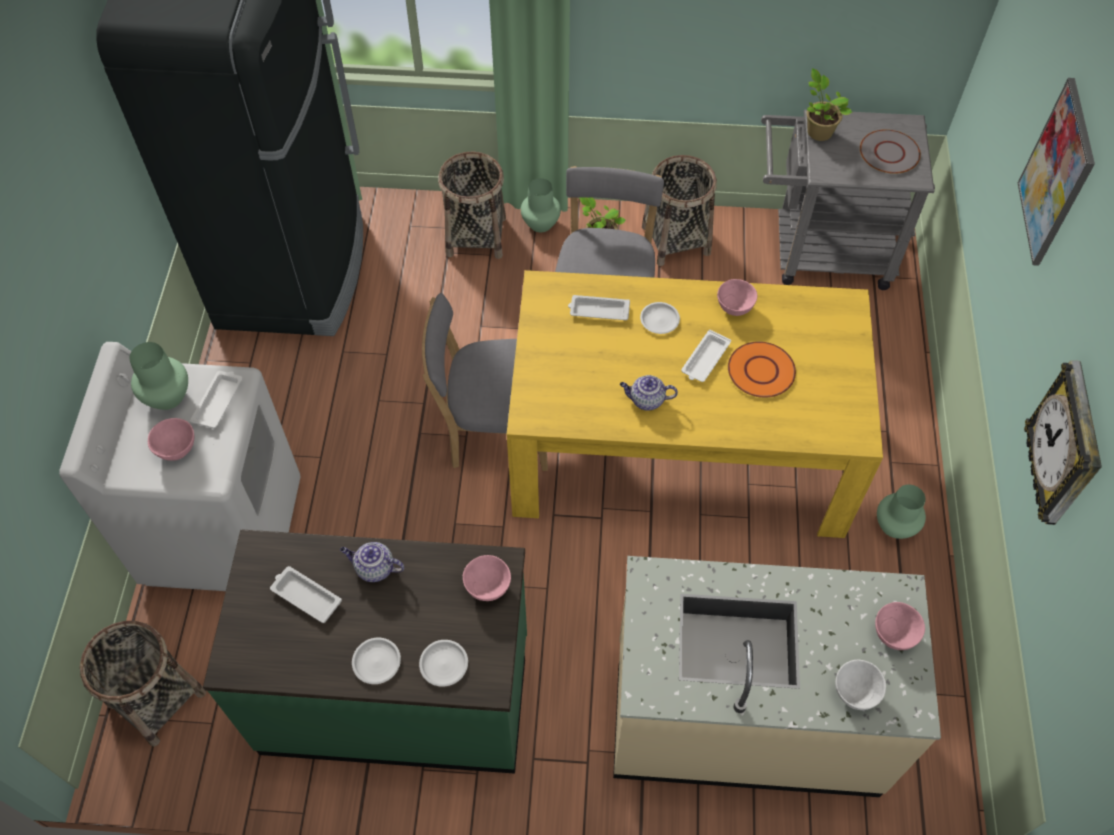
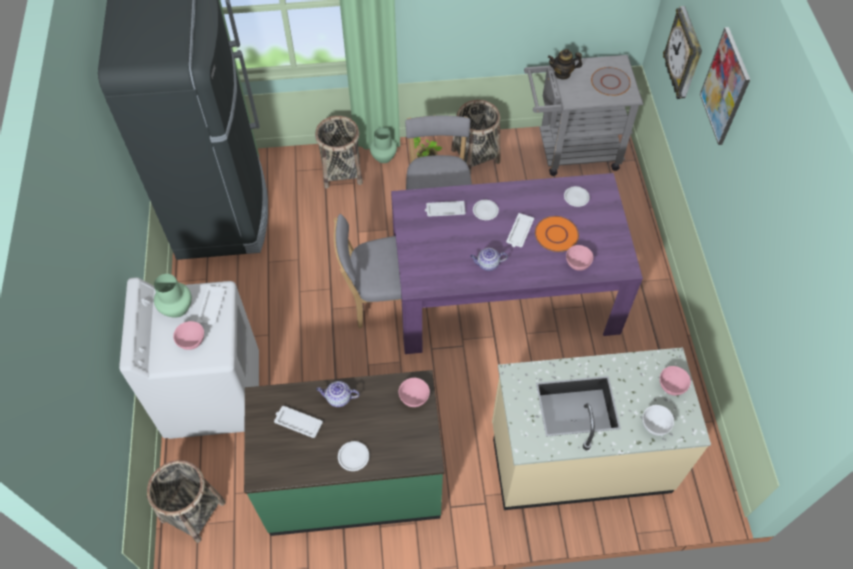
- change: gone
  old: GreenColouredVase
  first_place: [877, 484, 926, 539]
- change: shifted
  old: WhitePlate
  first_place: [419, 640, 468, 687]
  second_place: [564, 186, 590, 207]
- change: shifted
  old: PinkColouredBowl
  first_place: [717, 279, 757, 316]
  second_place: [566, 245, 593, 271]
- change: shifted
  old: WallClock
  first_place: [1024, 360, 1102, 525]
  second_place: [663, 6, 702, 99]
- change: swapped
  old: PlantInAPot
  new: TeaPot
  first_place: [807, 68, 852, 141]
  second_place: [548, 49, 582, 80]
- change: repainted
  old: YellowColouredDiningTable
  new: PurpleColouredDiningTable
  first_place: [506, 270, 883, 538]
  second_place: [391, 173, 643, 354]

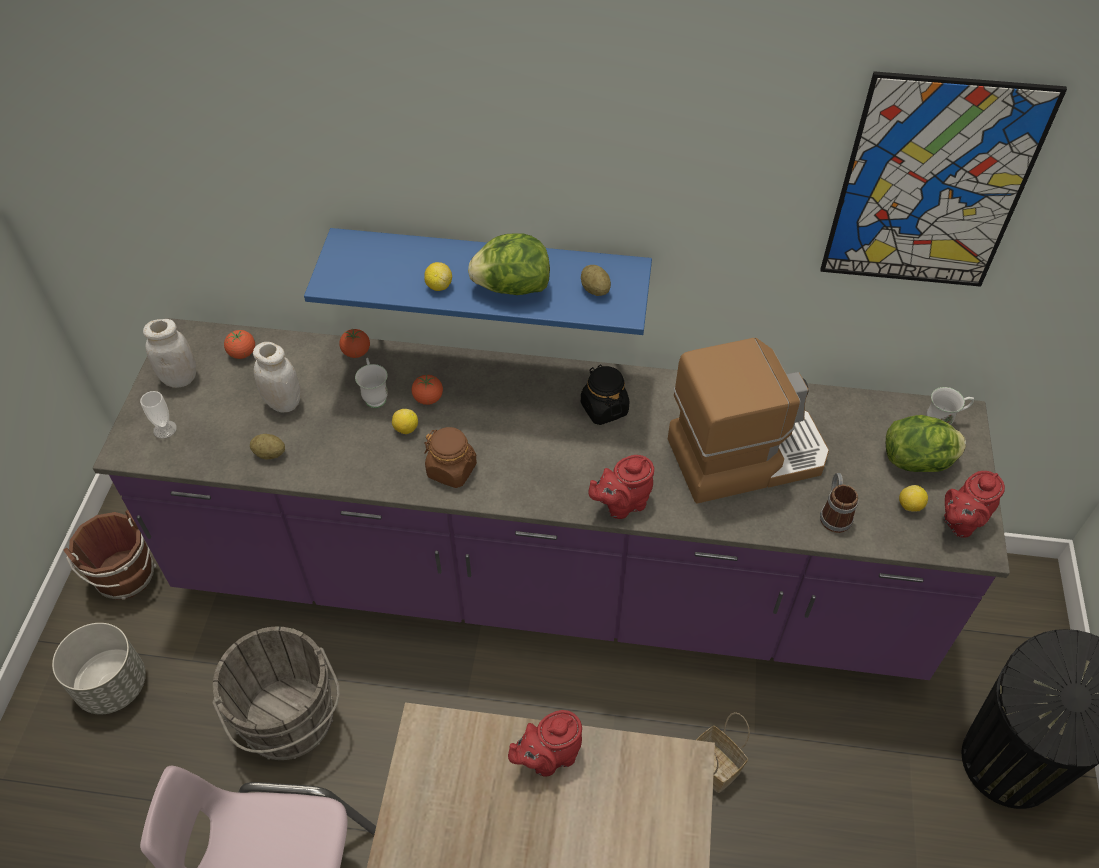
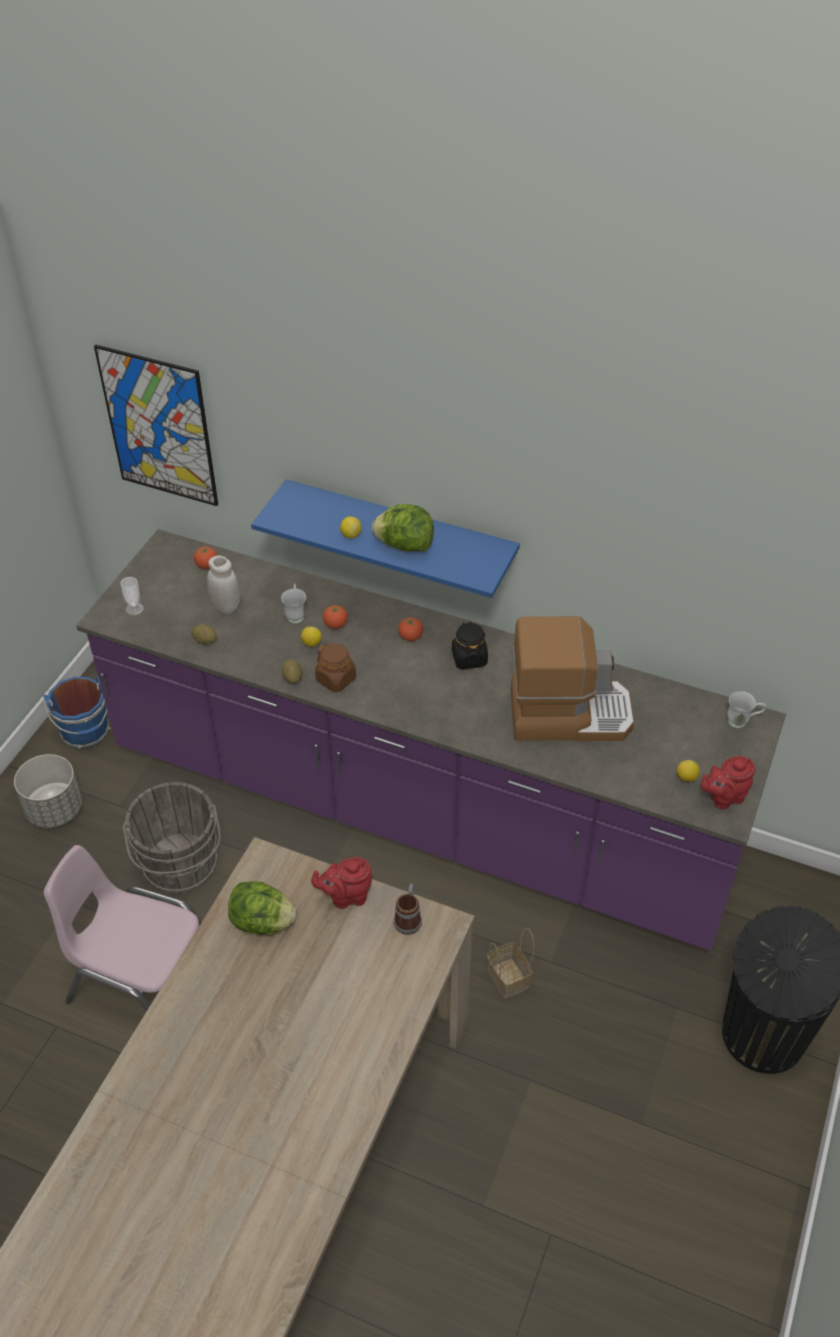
- change: gone
  old: WhitePreserveJar
  first_place: [143, 319, 196, 388]
- change: gone
  old: ReddishTeaPot
  first_place: [588, 455, 654, 519]
- change: shifted
  old: Tomato
  first_place: [339, 329, 370, 358]
  second_place: [398, 617, 423, 641]
- change: shifted
  old: WholePotato
  first_place: [581, 265, 611, 296]
  second_place: [281, 659, 302, 683]
- change: shifted
  old: WallPicture
  first_place: [820, 71, 1067, 287]
  second_place: [94, 344, 218, 506]
- change: shifted
  old: Mug
  first_place: [820, 473, 858, 533]
  second_place: [394, 883, 422, 935]
- change: shifted
  old: HeadOfLettuce
  first_place: [886, 415, 966, 472]
  second_place: [228, 881, 297, 935]
- change: repainted
  old: BrownPail
  new: BluishPail
  first_place: [64, 510, 157, 600]
  second_place: [43, 677, 111, 749]

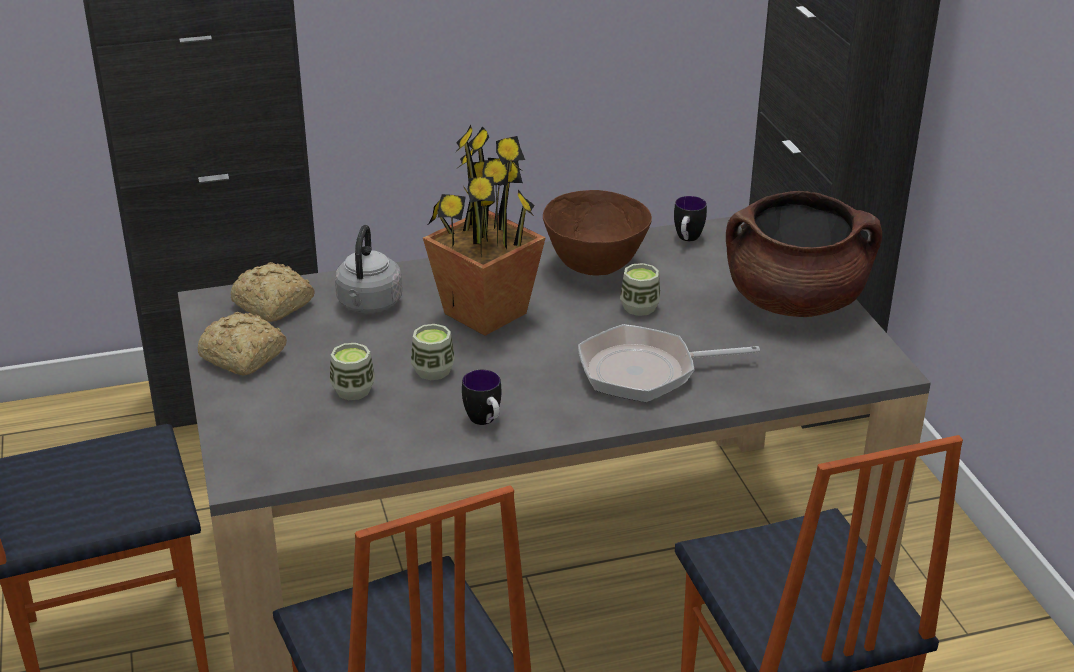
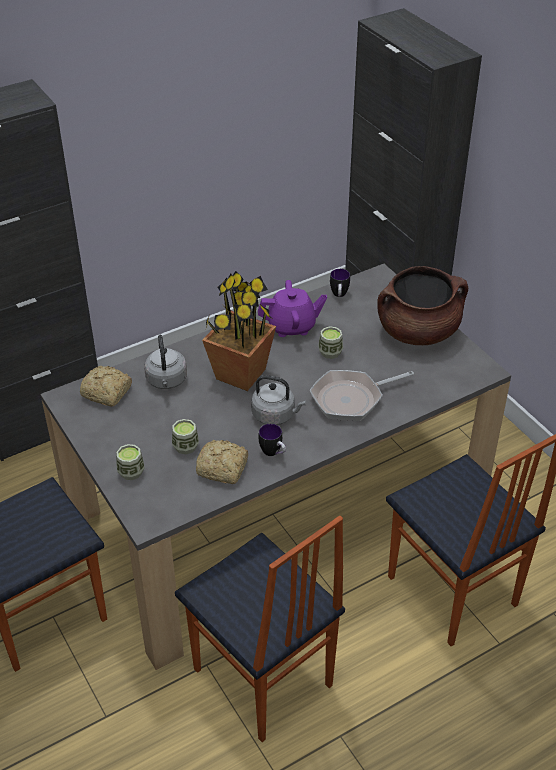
- change: new
  new: GrayWaterKettle
  second_place: [251, 375, 306, 425]
- change: shifted
  old: Bread
  first_place: [197, 312, 287, 375]
  second_place: [196, 440, 248, 484]
- change: shifted
  old: SmallCup
  first_place: [411, 324, 455, 380]
  second_place: [116, 444, 144, 480]
- change: swapped
  old: BrownBowl
  new: PurpleColouredTeaPot
  first_place: [543, 190, 652, 276]
  second_place: [258, 280, 327, 337]

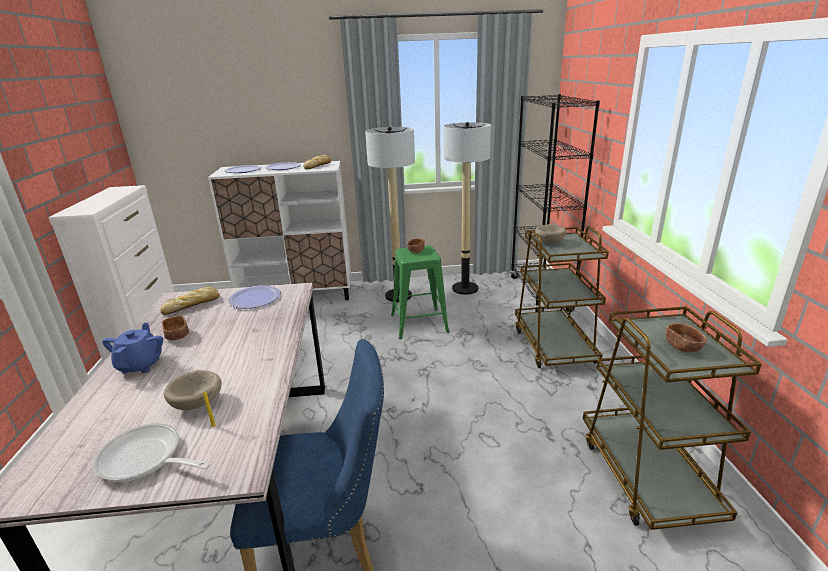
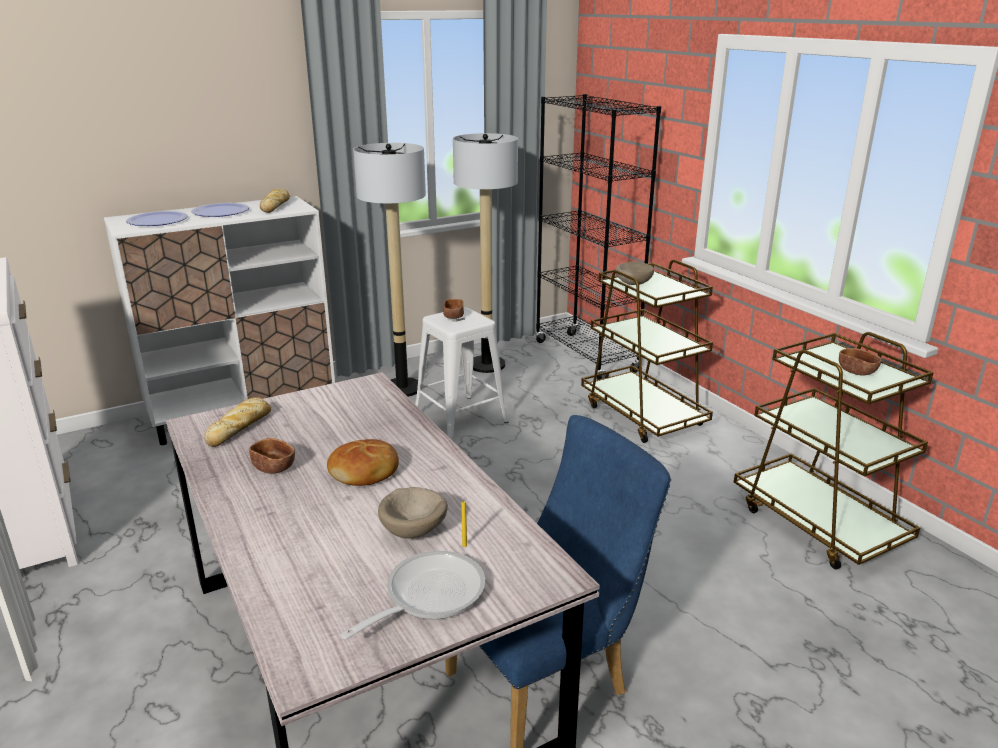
- change: gone
  old: BluishTeaPot
  first_place: [102, 323, 163, 374]
- change: gone
  old: Plate
  first_place: [228, 285, 281, 309]
- change: new
  new: Bread
  second_place: [327, 439, 399, 486]
- change: repainted
  old: GreenColouredStoolSeat
  new: WhiteStoolSeat
  first_place: [391, 245, 450, 339]
  second_place: [415, 307, 509, 441]
- change: rotated
  old: FryingPan
  first_place: [93, 423, 210, 482]
  second_place: [341, 550, 485, 640]
  degrees: 135

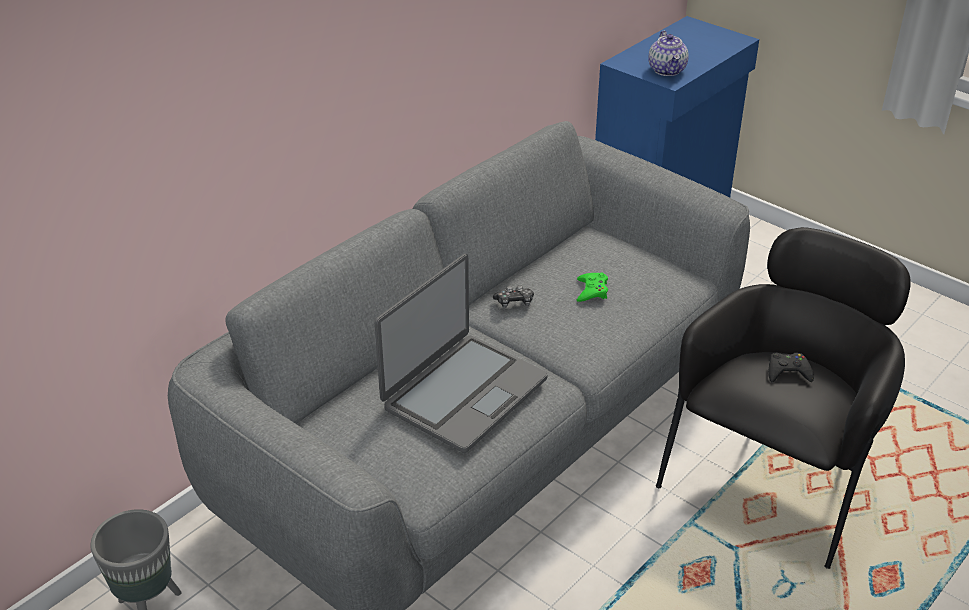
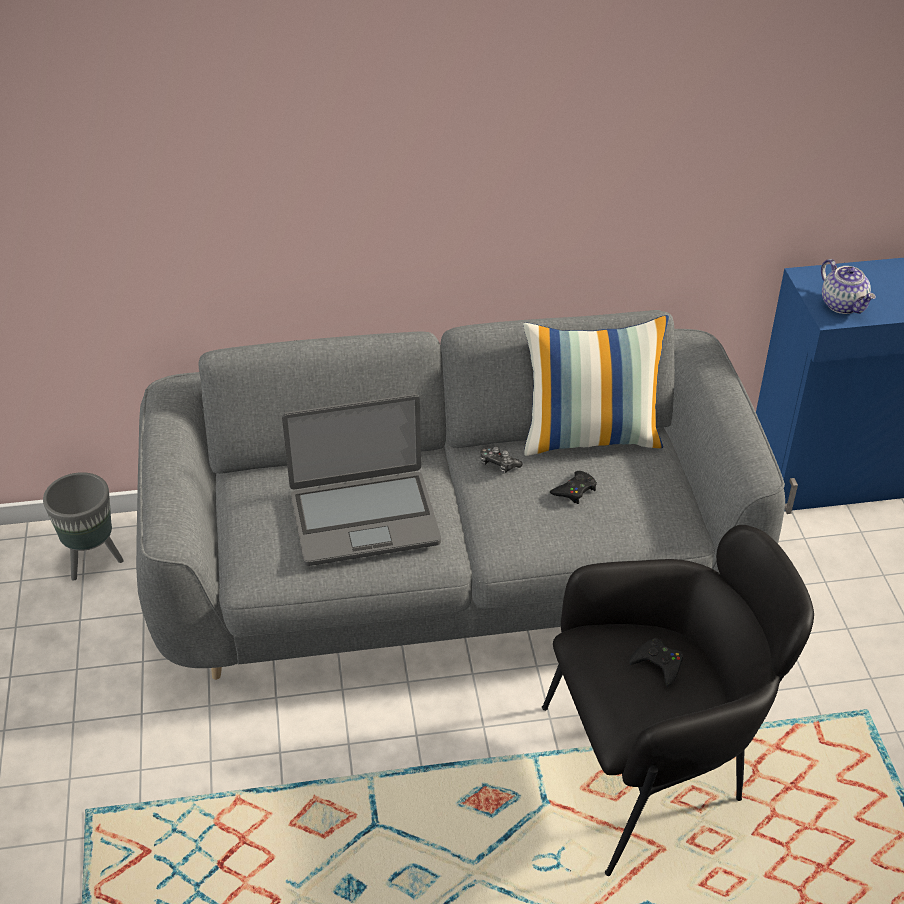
- change: new
  new: Pillow
  second_place: [523, 315, 669, 456]
- change: repainted
  old: GreenColouredJoypad
  new: BlackishJoypad
  first_place: [577, 272, 608, 302]
  second_place: [550, 471, 597, 504]
- change: rotated
  old: TeaPot
  first_place: [648, 31, 689, 76]
  second_place: [821, 259, 876, 314]
  degrees: -60

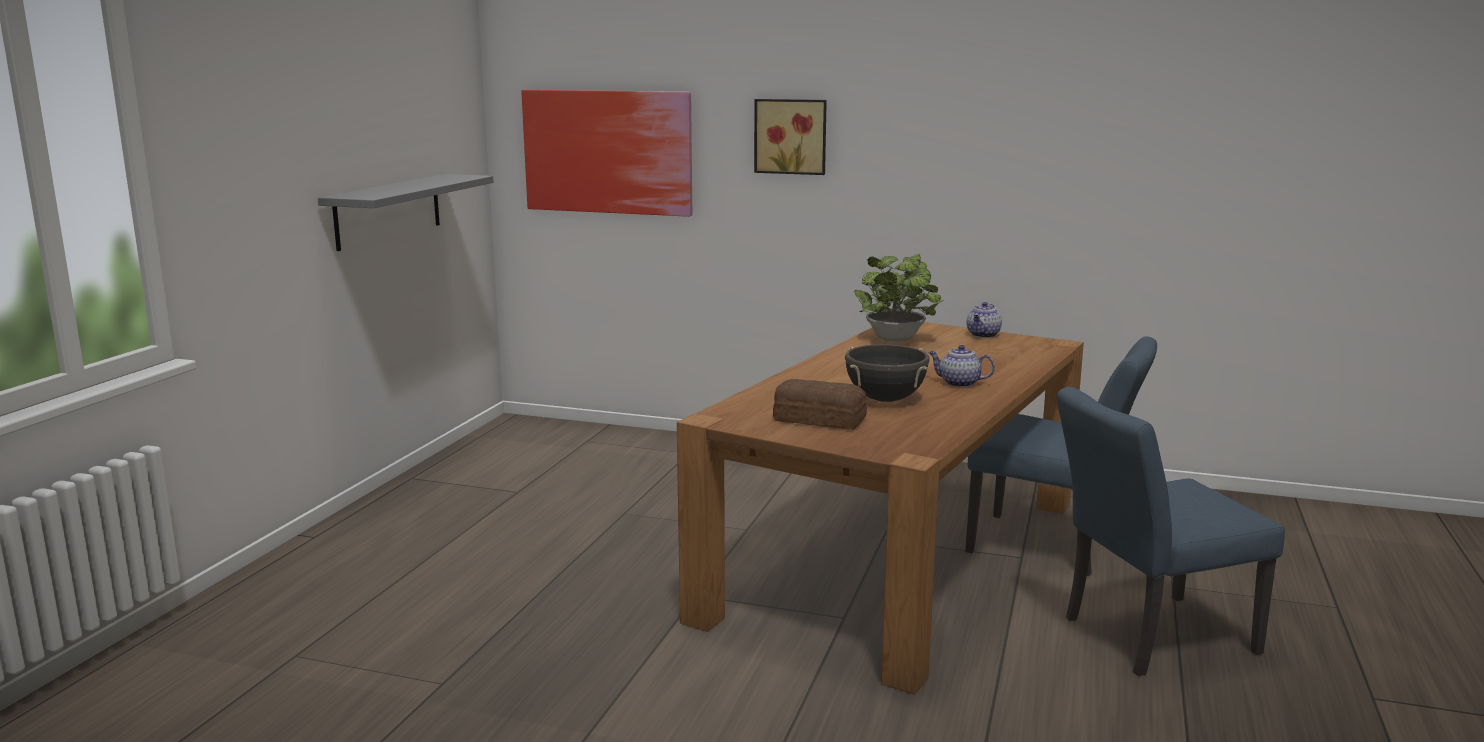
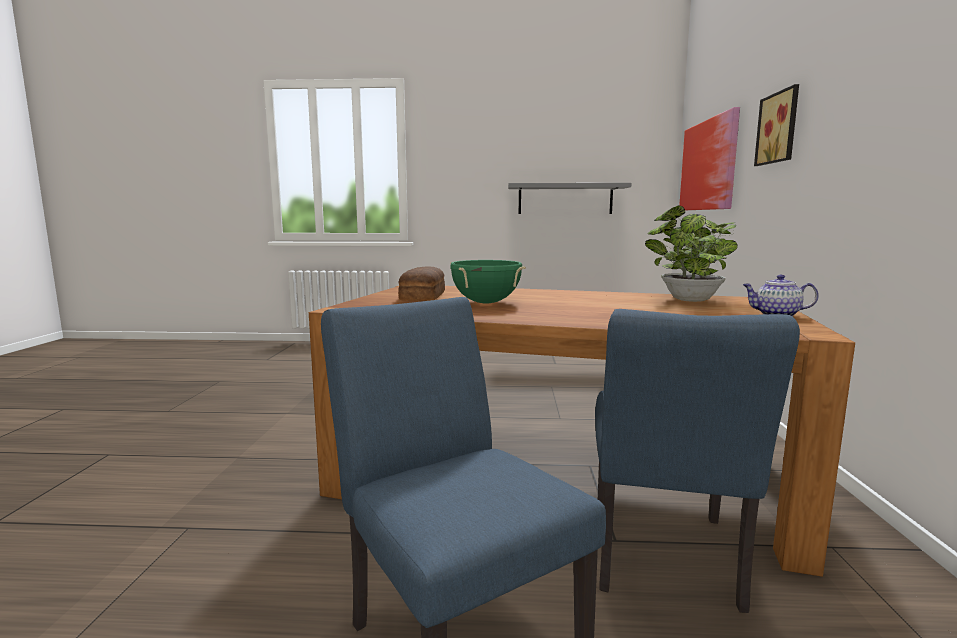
- change: gone
  old: TeaPot
  first_place: [929, 345, 995, 387]
- change: repainted
  old: BlackishStockpot
  new: GreenColouredStockpot
  first_place: [845, 344, 930, 402]
  second_place: [450, 260, 526, 304]

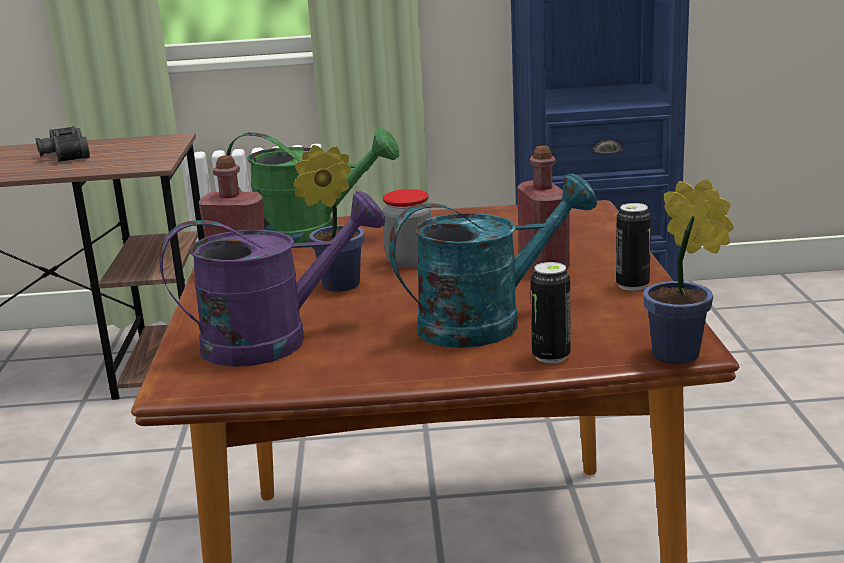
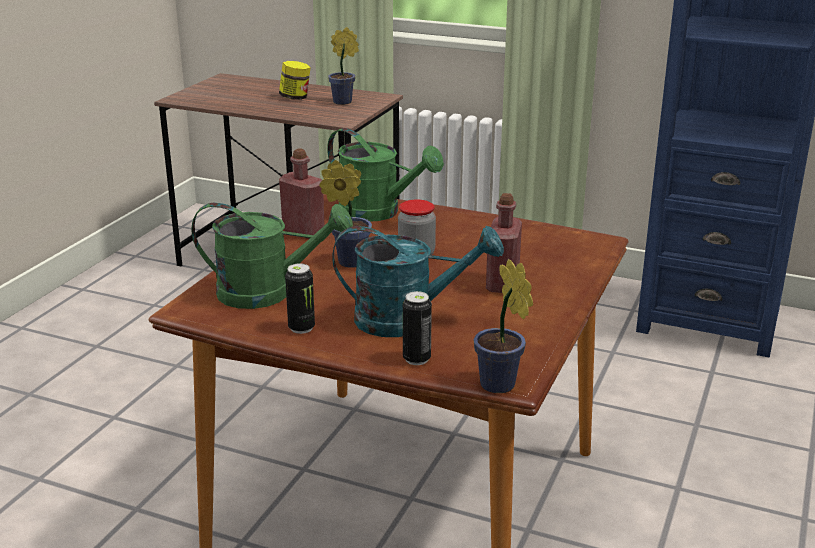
- change: new
  new: PlantInAPot
  second_place: [328, 27, 359, 105]
- change: shifted
  old: Can
  first_place: [616, 203, 651, 291]
  second_place: [285, 263, 315, 334]
- change: swapped
  old: BlackishFieldGlasses
  new: PreserveJar
  first_place: [36, 126, 90, 162]
  second_place: [279, 61, 311, 100]
- change: repainted
  old: PurpleColouredSprinklingCan
  new: GreenColouredSprinklingCan
  first_place: [159, 191, 385, 367]
  second_place: [191, 203, 353, 309]

